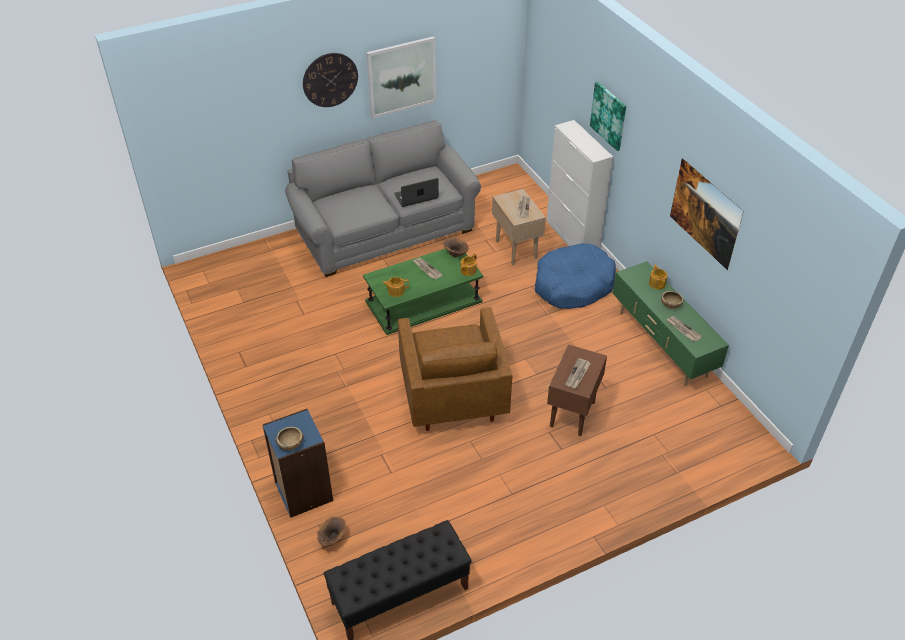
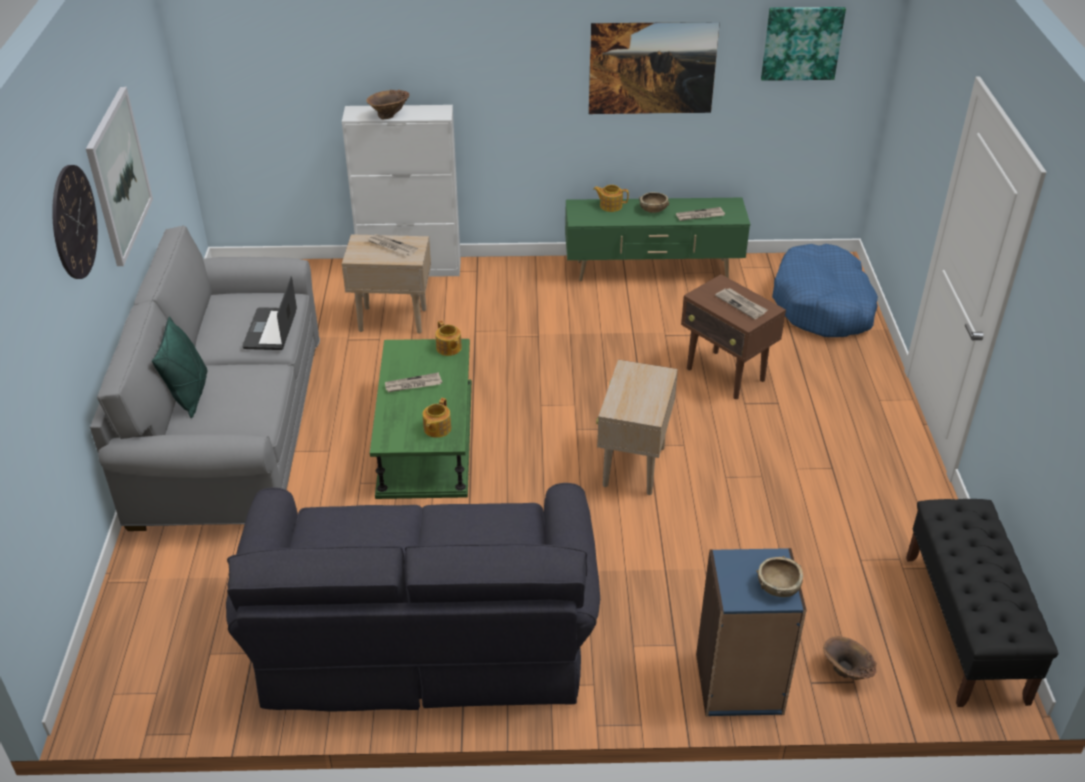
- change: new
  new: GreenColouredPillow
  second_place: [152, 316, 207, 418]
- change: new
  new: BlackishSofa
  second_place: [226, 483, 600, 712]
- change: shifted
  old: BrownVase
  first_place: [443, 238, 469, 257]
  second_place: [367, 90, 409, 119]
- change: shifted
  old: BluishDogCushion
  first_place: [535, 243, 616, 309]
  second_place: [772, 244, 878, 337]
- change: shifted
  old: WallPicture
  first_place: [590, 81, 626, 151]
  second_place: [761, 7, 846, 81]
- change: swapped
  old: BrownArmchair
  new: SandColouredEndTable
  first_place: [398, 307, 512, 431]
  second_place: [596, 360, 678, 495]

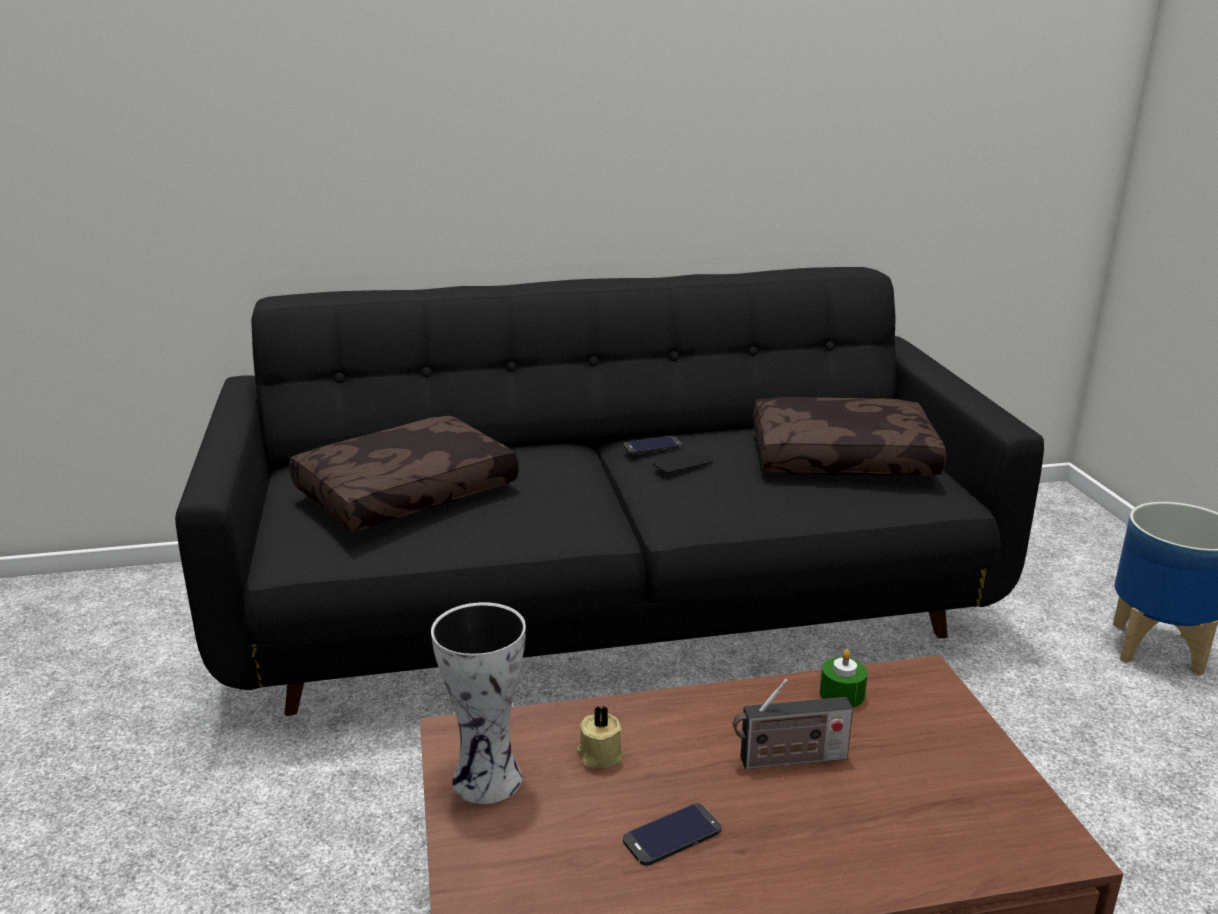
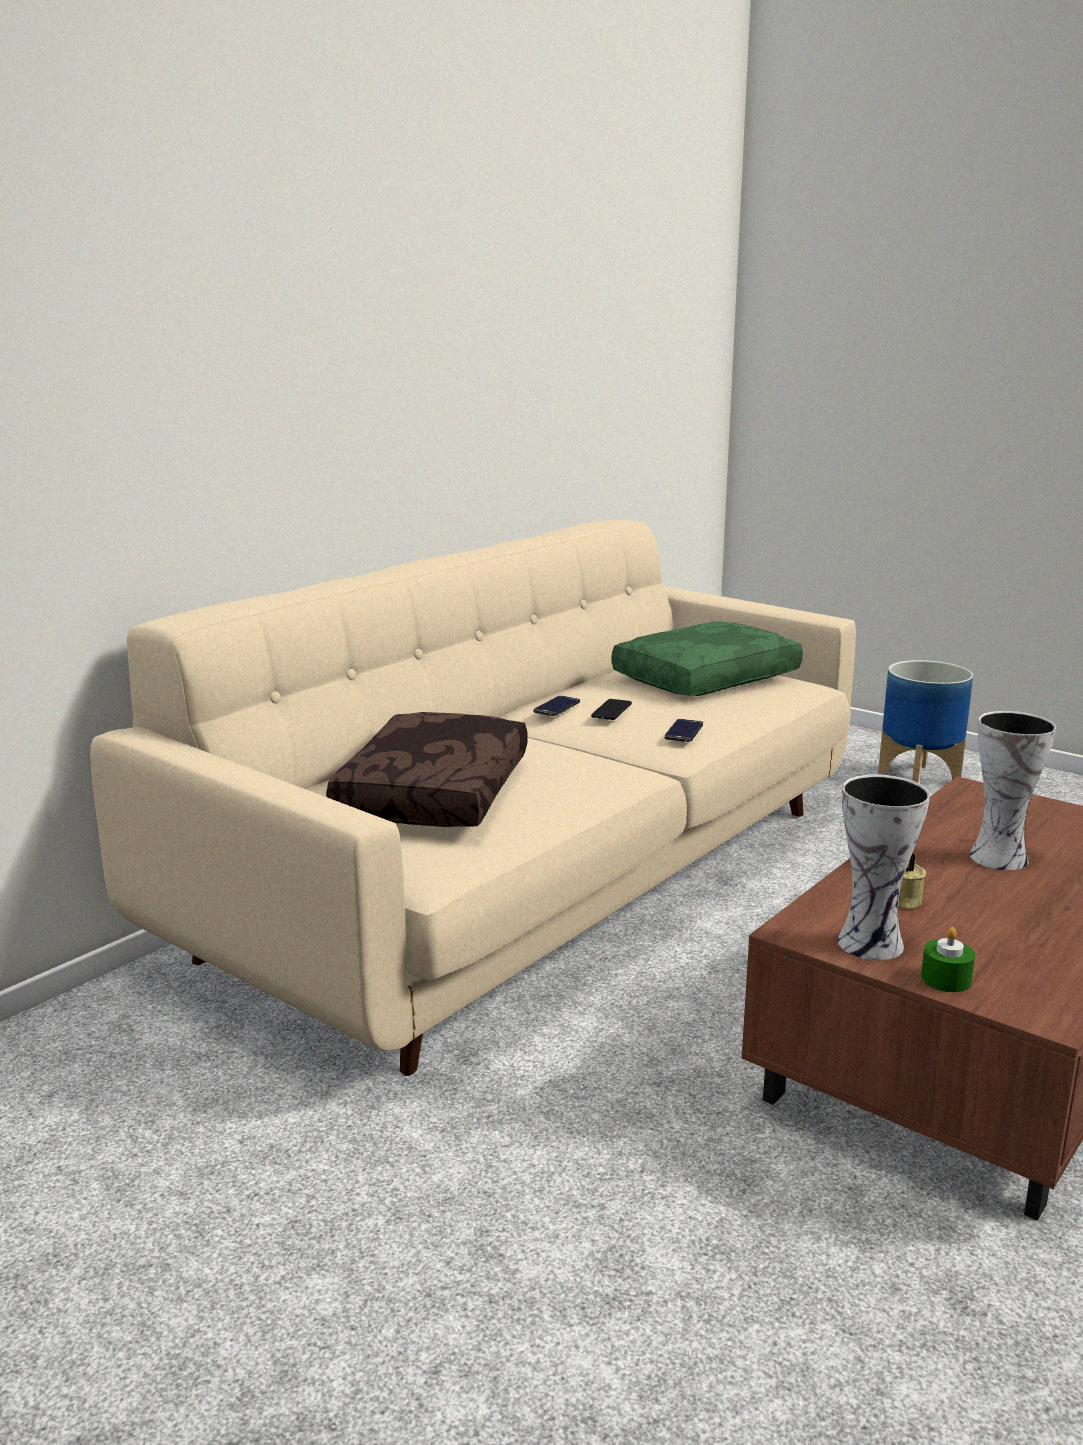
- change: shifted
  old: Phone
  first_place: [623, 803, 722, 866]
  second_place: [665, 719, 703, 742]
- change: shifted
  old: GreenColouredWaxCandle
  first_place: [820, 649, 868, 708]
  second_place: [921, 927, 975, 992]
- change: swapped
  old: RadioReceiver
  new: Vase
  first_place: [733, 679, 853, 769]
  second_place: [970, 711, 1056, 870]
- change: repainted
  old: BlackishSofa
  new: SandColouredSofa
  first_place: [175, 267, 1044, 716]
  second_place: [90, 519, 856, 1076]
- change: repainted
  old: BrownPillow
  new: GreenColouredPillow
  first_place: [753, 397, 946, 476]
  second_place: [612, 621, 803, 696]

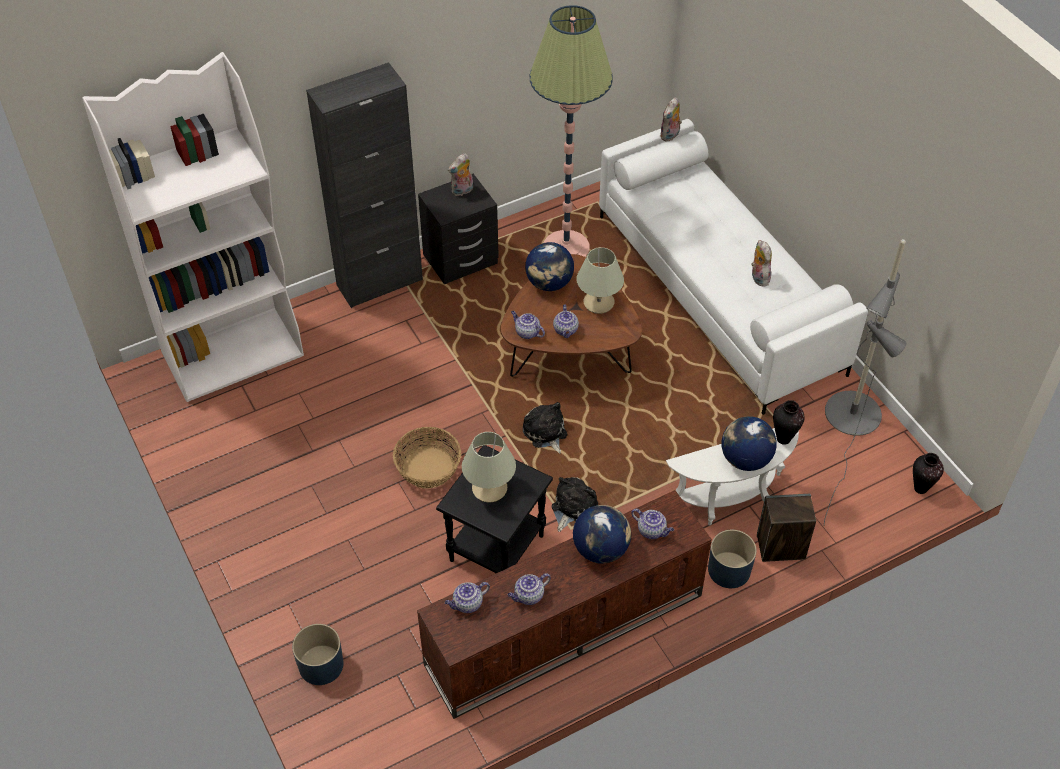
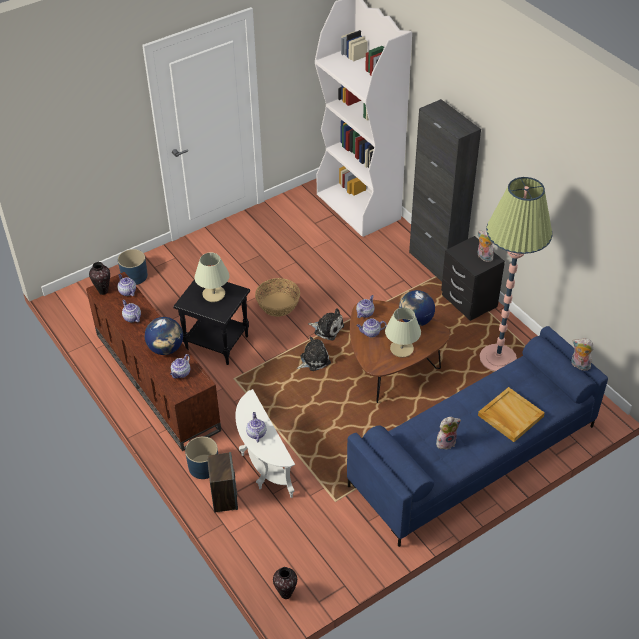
- change: gone
  old: GrayStandardLamp
  first_place: [824, 239, 906, 525]
- change: new
  new: SandColouredCarryingTray
  second_place: [478, 387, 545, 442]
- change: shifted
  old: SoftToy
  first_place: [552, 477, 598, 532]
  second_place: [308, 308, 344, 341]
- change: shifted
  old: Vase
  first_place: [773, 400, 805, 445]
  second_place: [89, 262, 110, 295]
- change: swapped
  old: Globe
  new: TeaPot
  first_place: [722, 416, 777, 471]
  second_place: [246, 412, 267, 442]
- change: repainted
  old: WhiteSofa
  new: BluishSofa
  first_place: [599, 119, 868, 415]
  second_place: [347, 326, 608, 547]

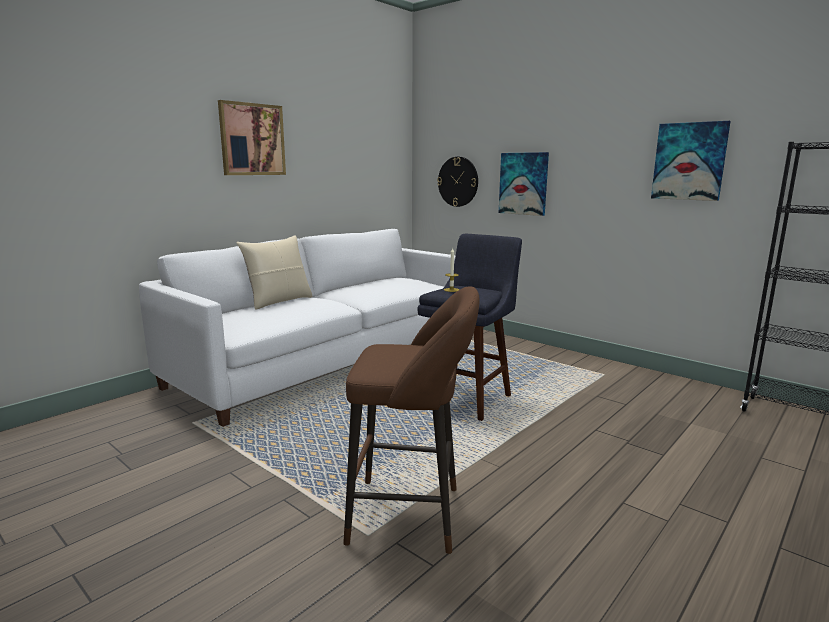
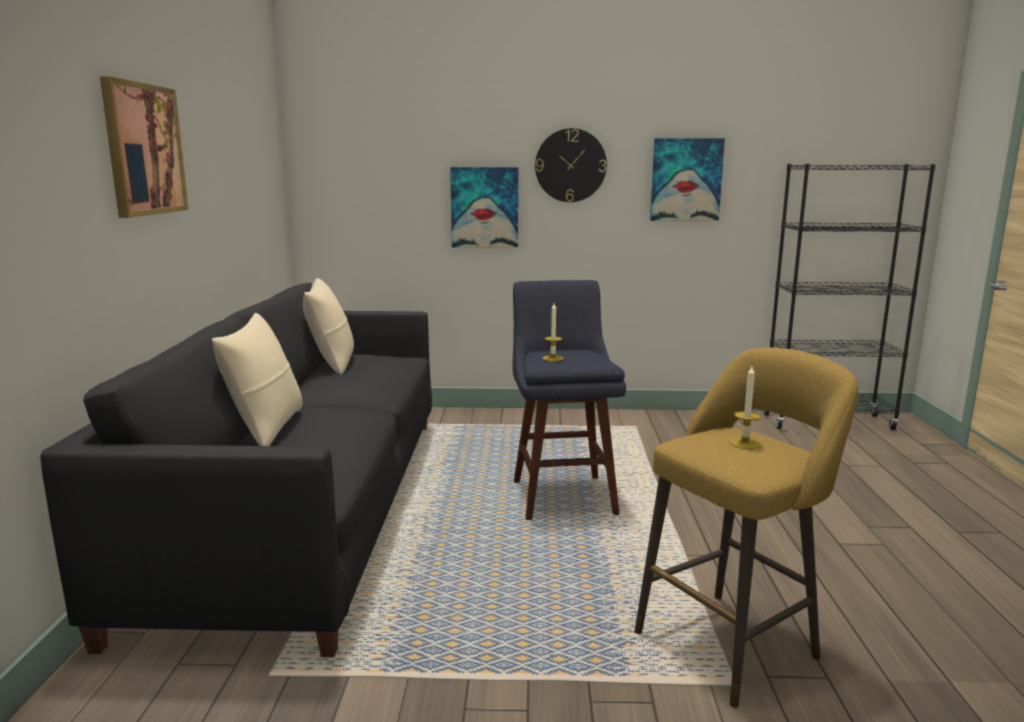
- change: new
  new: SandColouredPillow
  second_place: [303, 278, 354, 374]
- change: new
  new: WaxCandle
  second_place: [729, 366, 761, 449]
- change: shifted
  old: WallClock
  first_place: [437, 157, 478, 207]
  second_place: [535, 128, 607, 202]
- change: repainted
  old: WhiteSofa
  new: BlackishSofa
  first_place: [139, 229, 456, 427]
  second_place: [40, 283, 432, 657]
- change: repainted
  old: BrownStoolSeat
  new: YellowColouredStoolSeat
  first_place: [343, 286, 480, 554]
  second_place: [634, 348, 858, 708]

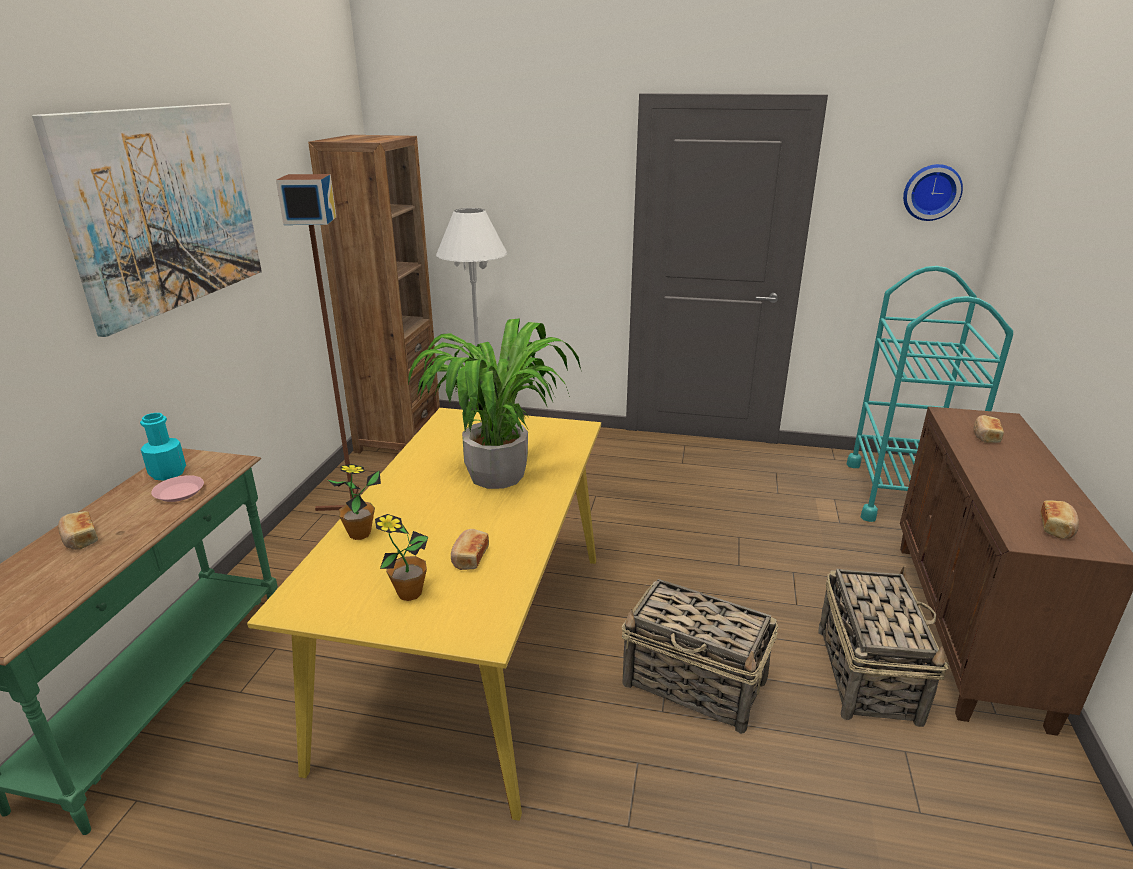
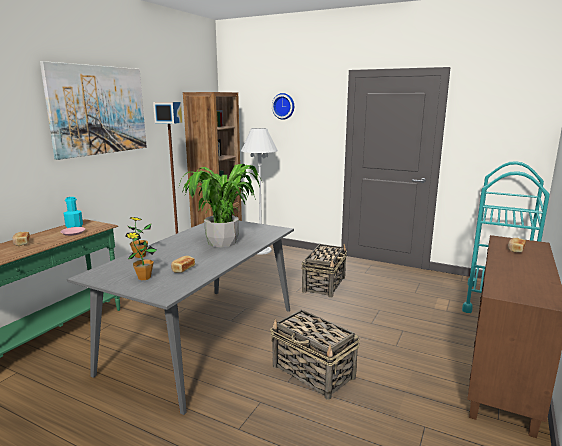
- change: gone
  old: Bread
  first_place: [1040, 501, 1079, 539]
- change: shifted
  old: Basket
  first_place: [818, 566, 949, 727]
  second_place: [301, 244, 347, 298]
- change: shifted
  old: WallClock
  first_place: [903, 164, 963, 221]
  second_place: [272, 93, 294, 120]
- change: repainted
  old: YellowColouredDiningTable
  new: GrayDiningTable
  first_place: [247, 408, 601, 821]
  second_place: [67, 221, 294, 415]

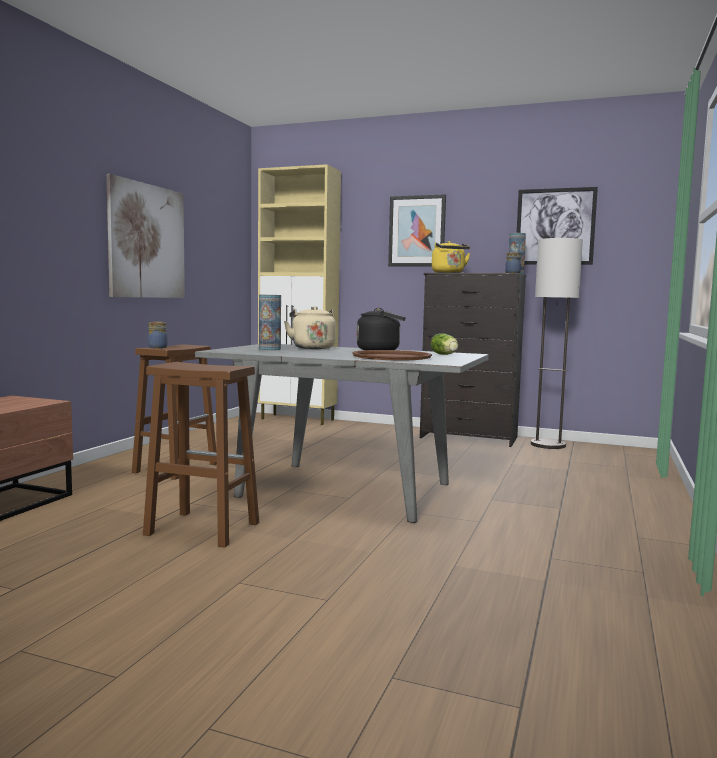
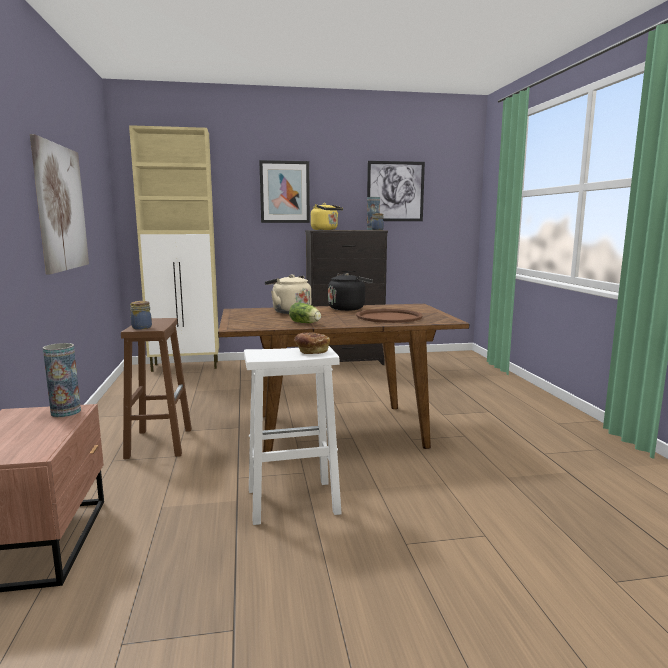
- change: gone
  old: StandardLamp
  first_place: [531, 238, 583, 449]
- change: new
  new: Bread
  second_place: [294, 332, 330, 354]
- change: shifted
  old: Vase
  first_place: [259, 295, 281, 351]
  second_place: [43, 343, 81, 417]
- change: shifted
  old: HeadOfLettuce
  first_place: [431, 333, 458, 355]
  second_place: [289, 302, 321, 323]
- change: repainted
  old: BrownStoolSeat
  new: WhiteStoolSeat
  first_place: [143, 362, 259, 548]
  second_place: [244, 346, 342, 525]
- change: repainted
  old: GrayDiningTable
  new: BrownDiningTable
  first_place: [195, 344, 489, 523]
  second_place: [218, 304, 469, 452]

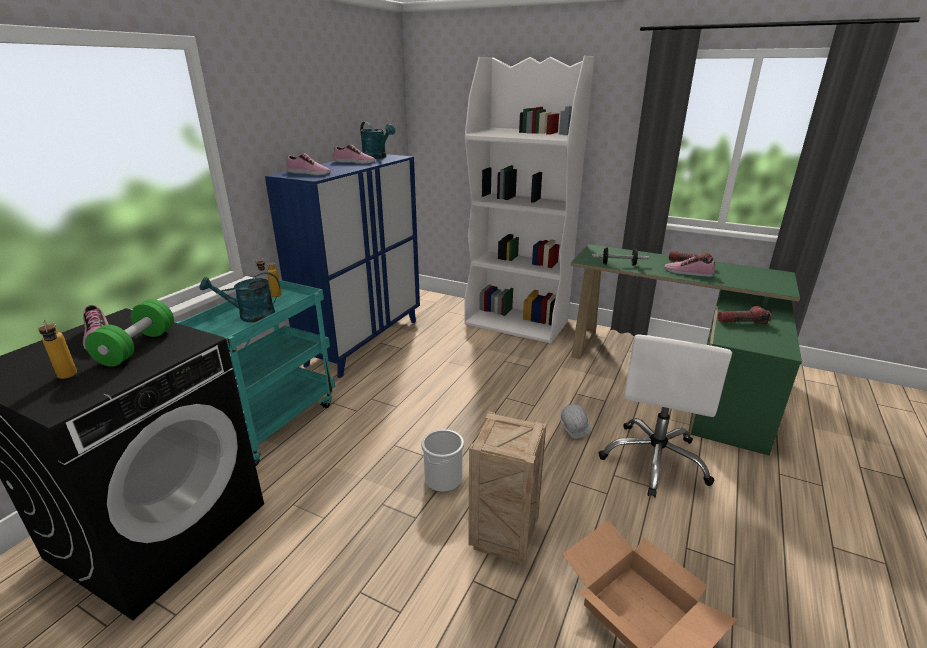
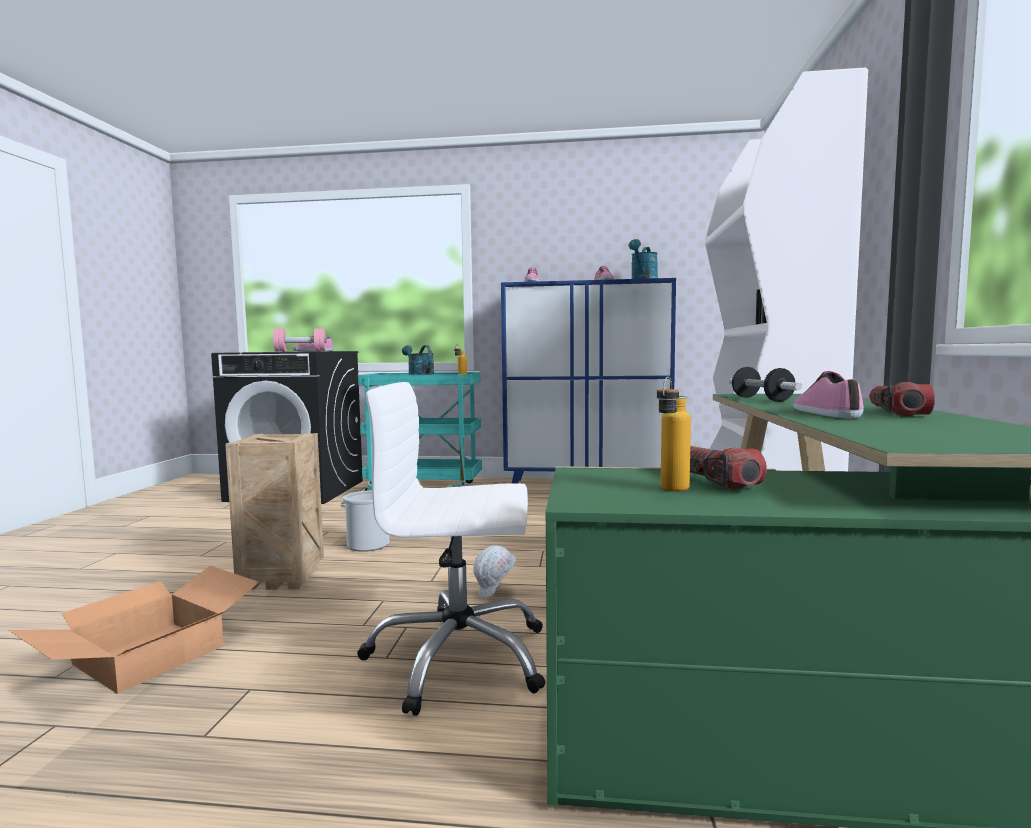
- change: shifted
  old: BeverageBottle
  first_place: [38, 319, 77, 379]
  second_place: [657, 377, 691, 491]
- change: repainted
  old: GreenColouredDumbbell
  new: PinkColouredDumbbell
  first_place: [85, 299, 174, 367]
  second_place: [273, 328, 326, 352]

